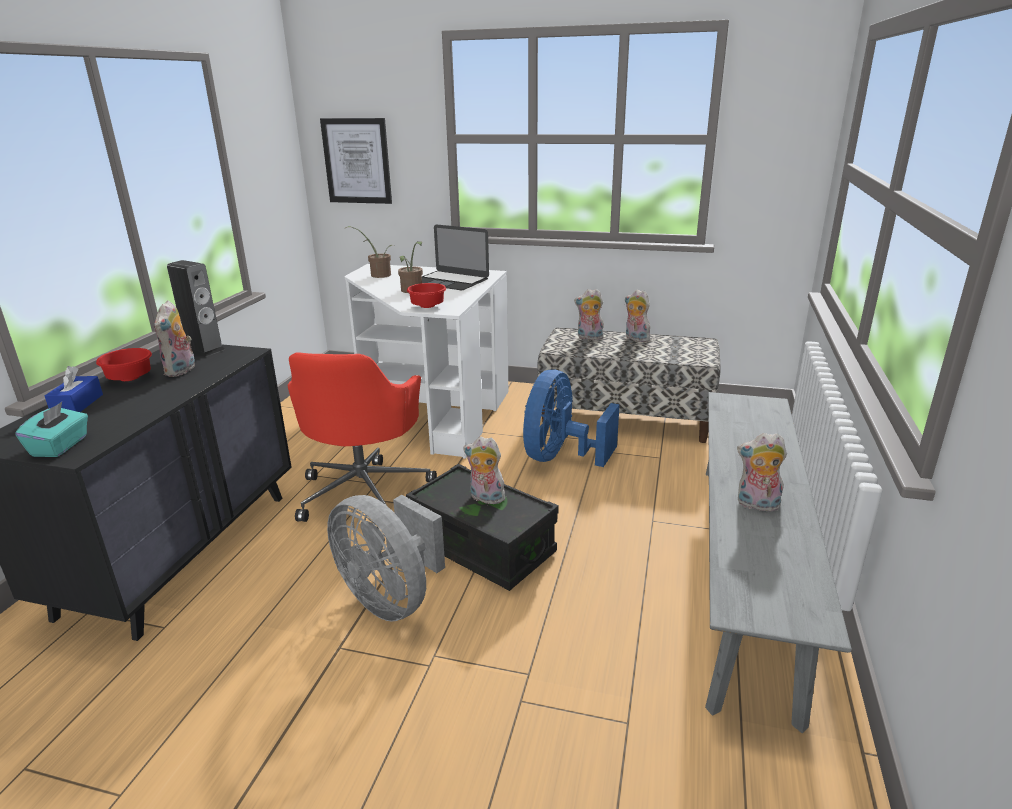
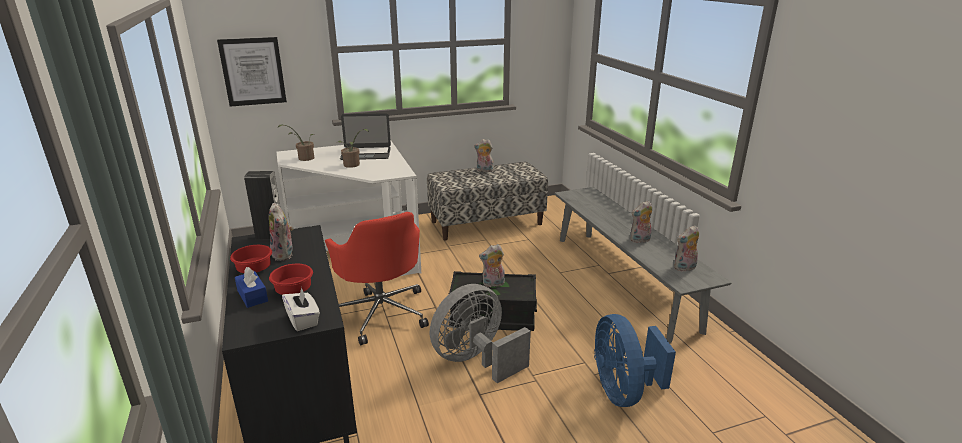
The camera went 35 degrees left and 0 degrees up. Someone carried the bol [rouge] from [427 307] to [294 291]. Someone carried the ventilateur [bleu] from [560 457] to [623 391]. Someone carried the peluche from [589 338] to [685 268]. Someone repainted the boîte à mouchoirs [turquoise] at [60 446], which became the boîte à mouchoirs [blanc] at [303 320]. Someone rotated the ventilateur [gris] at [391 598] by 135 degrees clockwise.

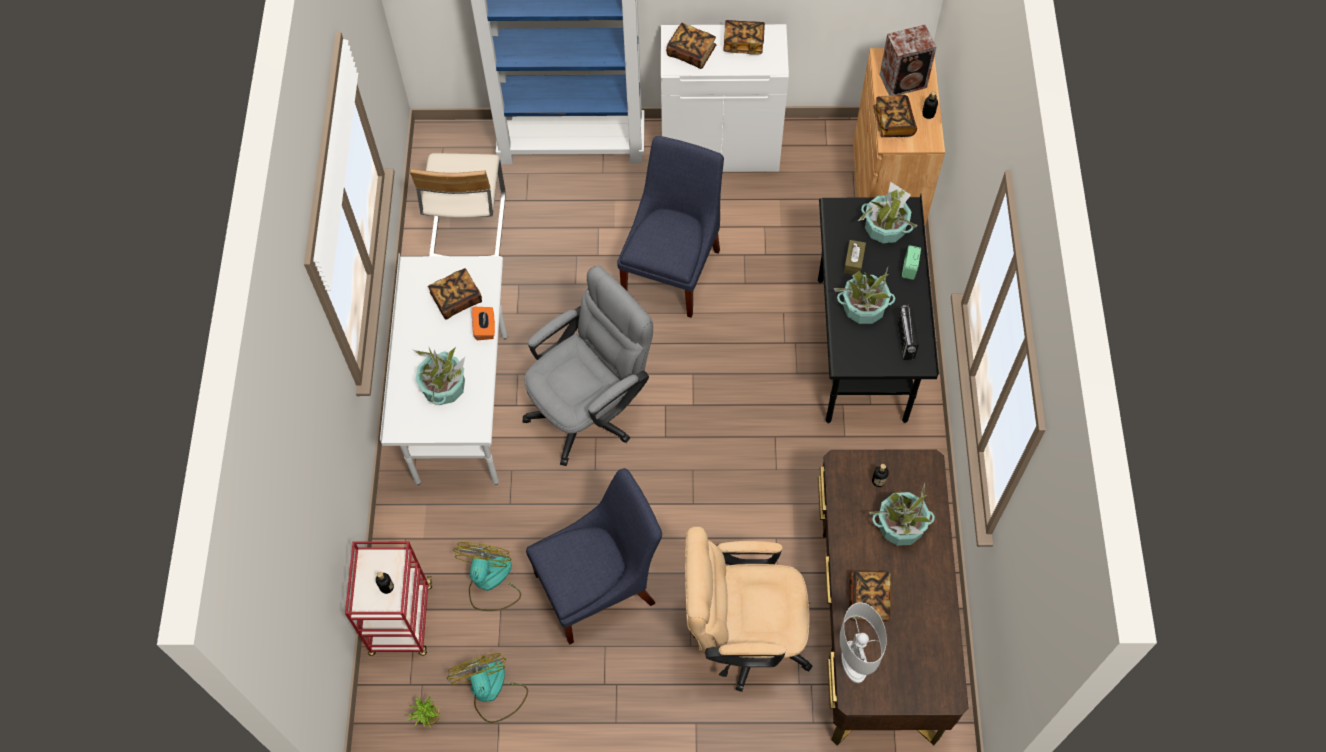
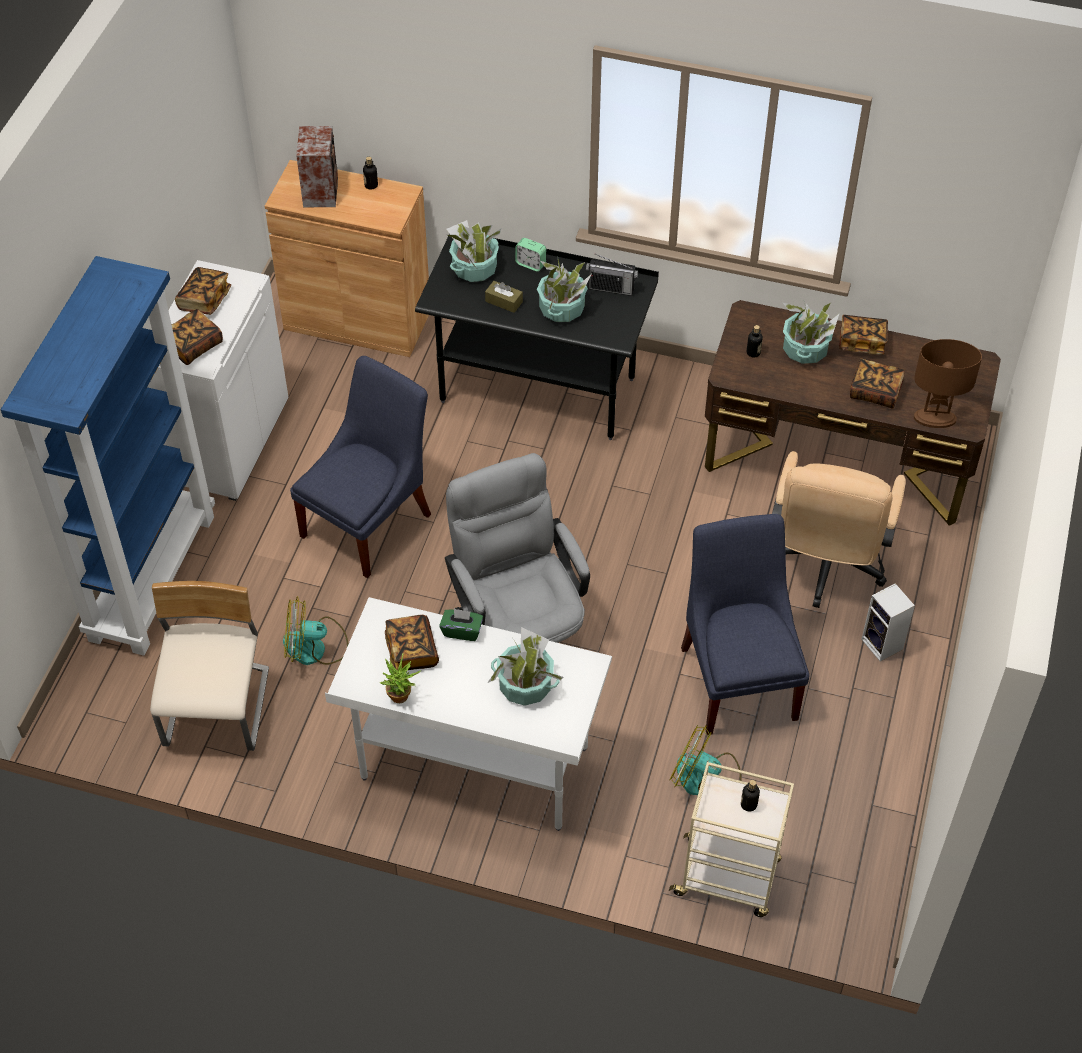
The camera went 75 degrees left and 10 degrees down. Someone put down the enceinte at [883 645]. Someone carried the plante en pot from [429 720] to [402 698]. Someone carried the ventilateur from [491 691] to [315 647]. Someone carried the livre from [893 123] to [861 342]. Someone repainted the chariot [rouge] at [402 621], which became the chariot [beige] at [728 878]. Someone repainted the boîte à mouchoirs [orange] at [485 328], which became the boîte à mouchoirs [vert] at [462 631]. Someone repainted the lampe de table [blanc] at [854 662], which became the lampe de table [marron] at [935 418]. Someone rotated the chaise [beige] at [467 226] by 105 degrees counterclockwise. Someone rotated the chaise [bleu] at [673 268] by 90 degrees clockwise.

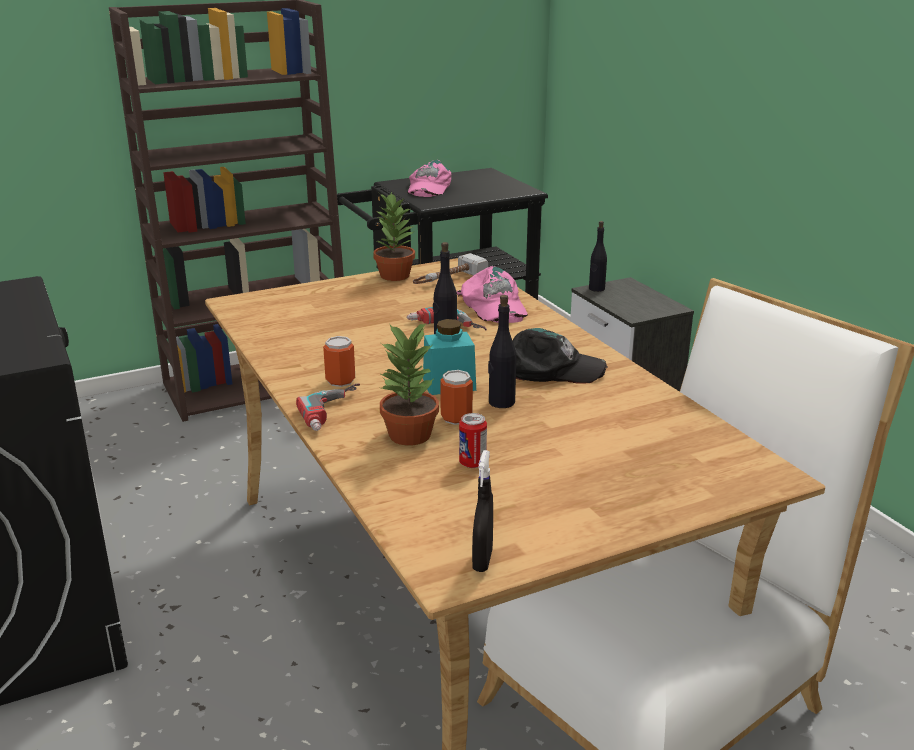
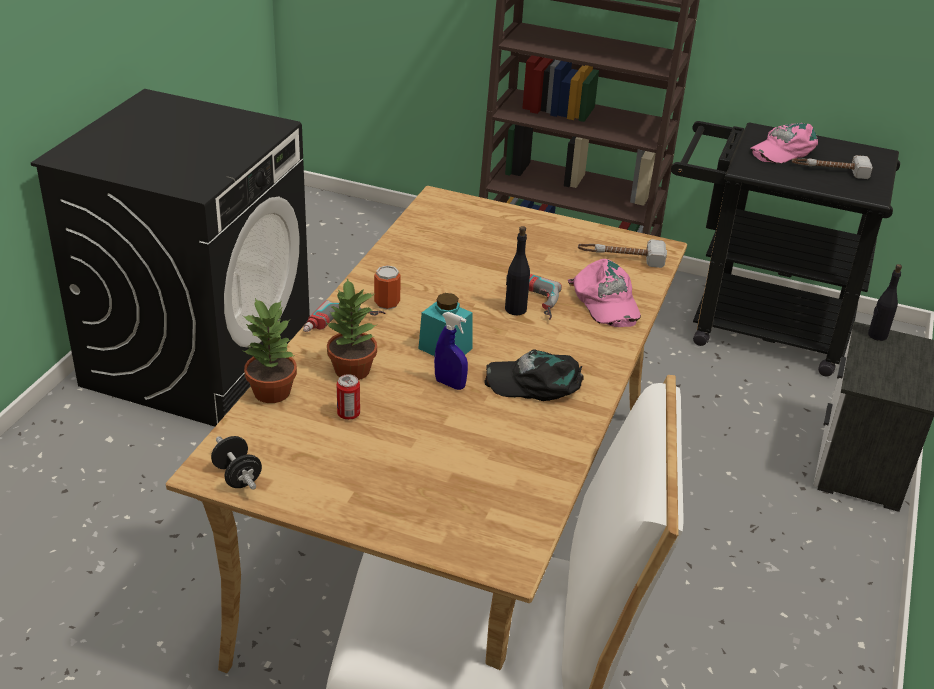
The camera went 45 degrees right and 10 degrees up. Someone took away the boîte métallique at [456 418]. Someone put down the marteau at [829 170]. Someone carried the plante en pot from [394 275] to [272 391]. Someone swapped the vaporisateur [noir] at [482 560] for the haltère [noir] at [237 476]. Someone swapped the bouteille [noir] at [501 402] for the vaporisateur [bleu] at [450 384]. Someone rotated the casquette [rose] at [493 306] by 45 degrees counterclockwise. Someone rotated the casquette [noir] at [553 370] by 135 degrees clockwise.

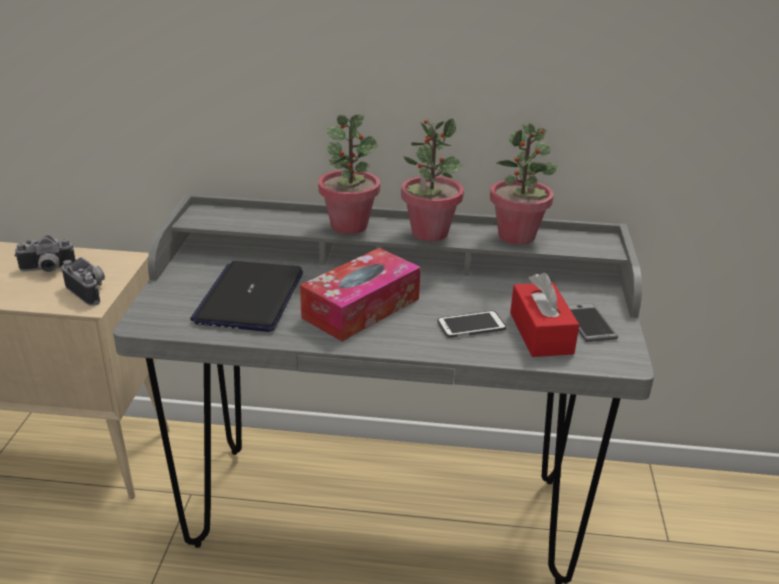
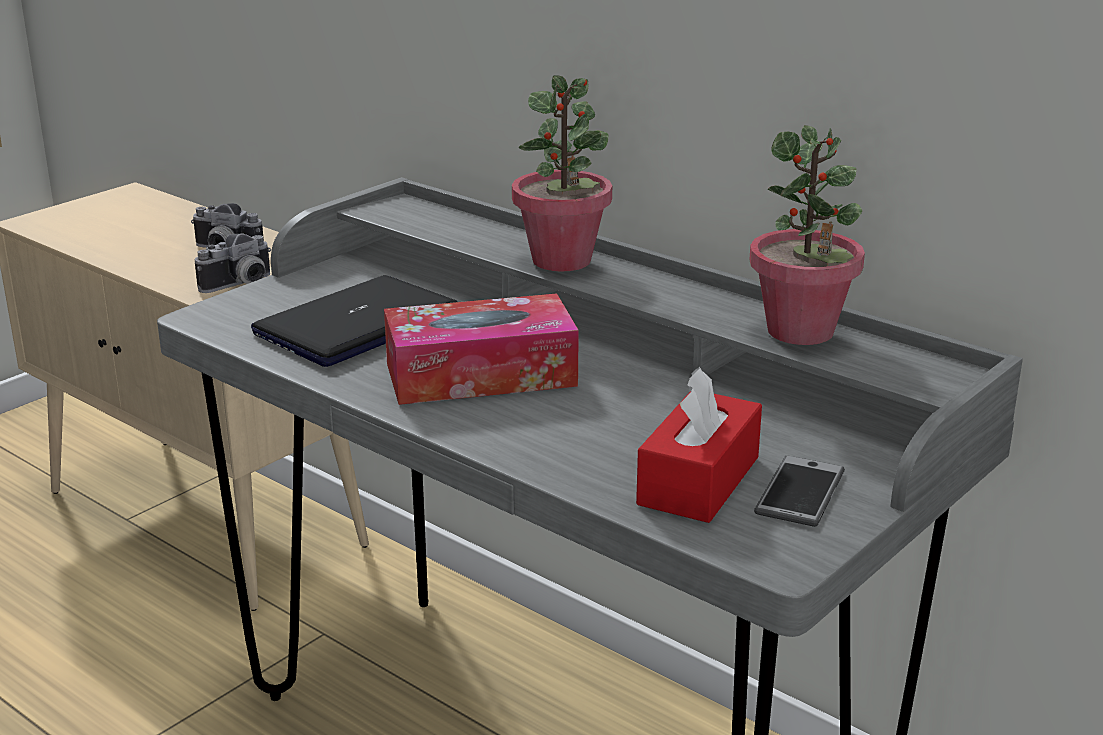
The camera went 35 degrees right and 5 degrees down. Someone took away the plante en pot at [429 233]. Someone took away the téléphone at [471 325]. Someone rotated the appareil photo at [90 291] by 60 degrees clockwise.

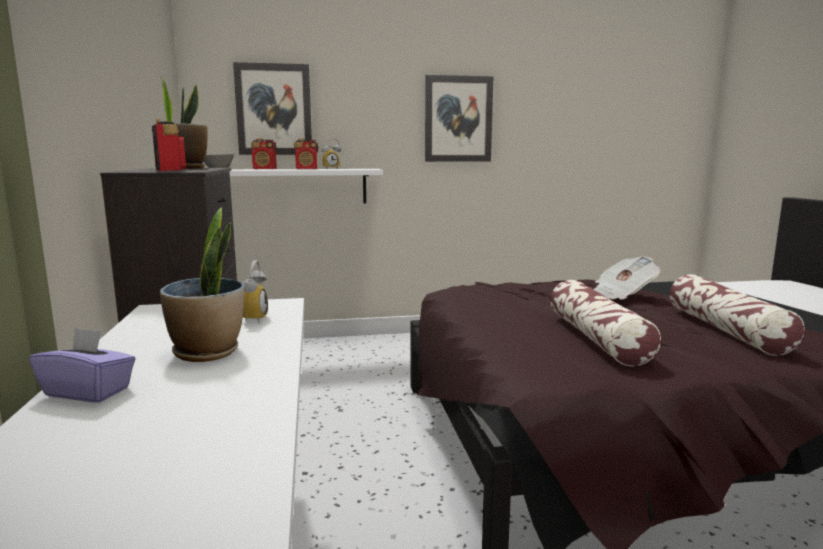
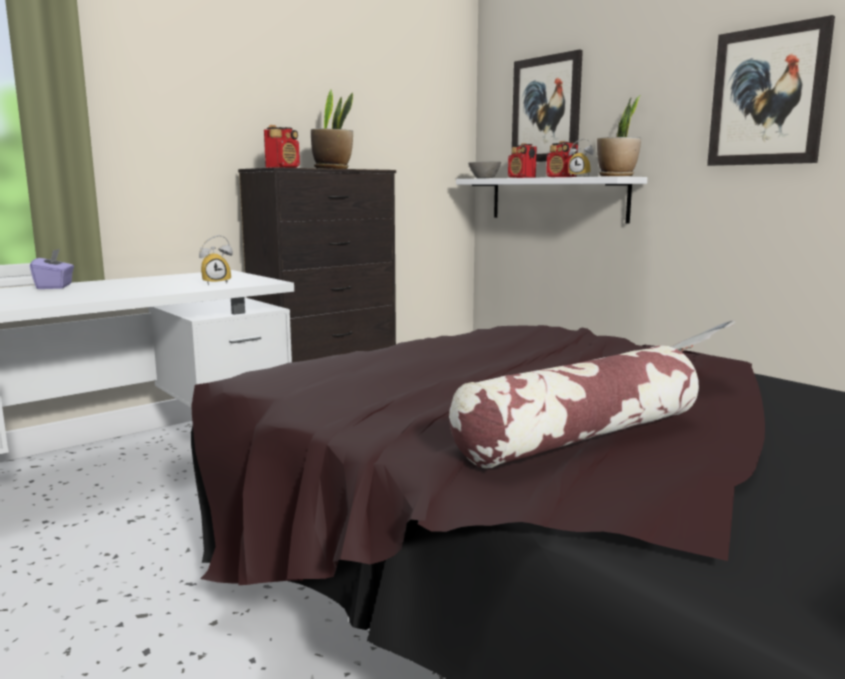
The camera went 60 degrees right and 0 degrees up. Someone took away the coussin at [597 338]. Someone carried the plante en pot from [208 352] to [617 176].

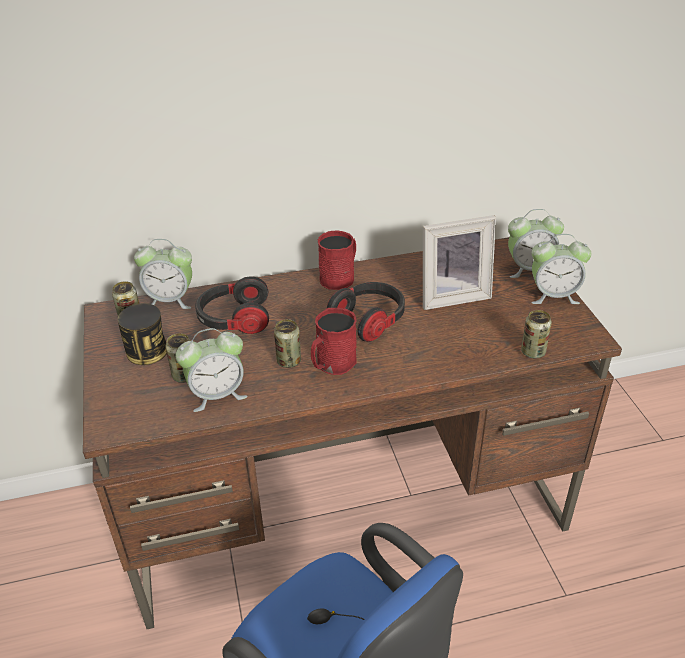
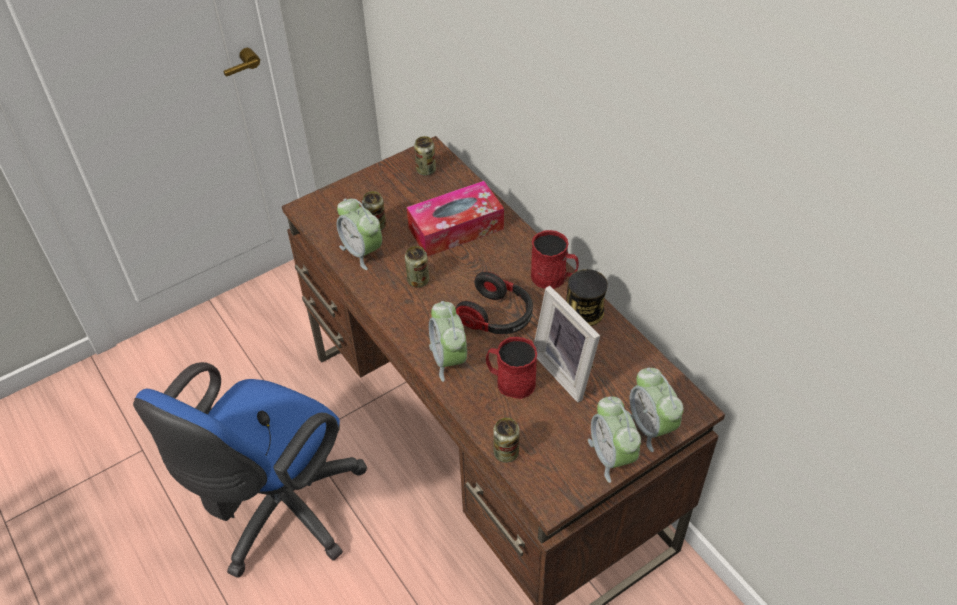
The camera went 70 degrees right and 10 degrees up. Someone carried the boîte métallique from [147 351] to [584 311]. Someone carried the réveil from [170 300] to [449 359]. Someone carried the mug [rouge] from [332 364] to [510 381]. Someone swapped the casque audio at [234 320] for the boîte à mouchoirs at [456 228].

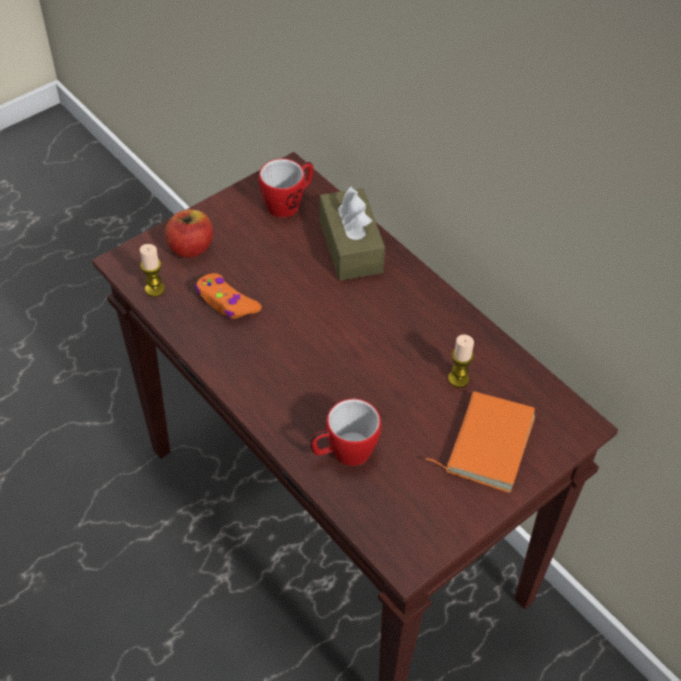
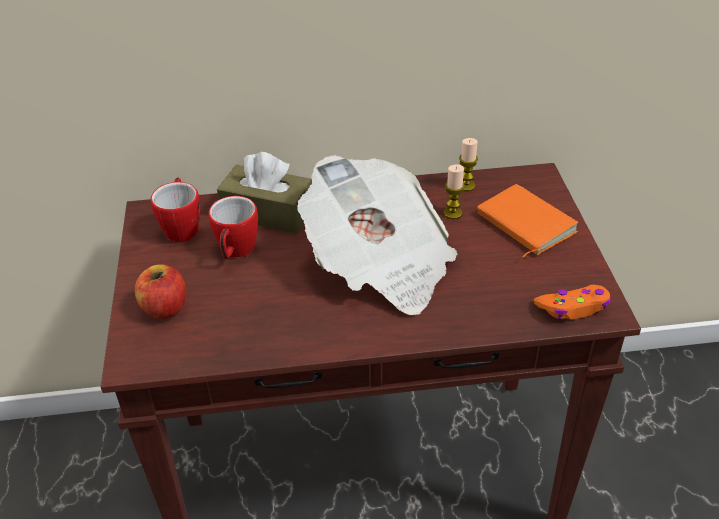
The camera went 55 degrees left and 10 degrees down. Someone put down the journal at [380 264]. Someone carried the bougie from [155 289] to [466 185]. Someone carried the manette [orange] from [226 302] to [573 308]. Someone carried the mug from [343 453] to [235 252].

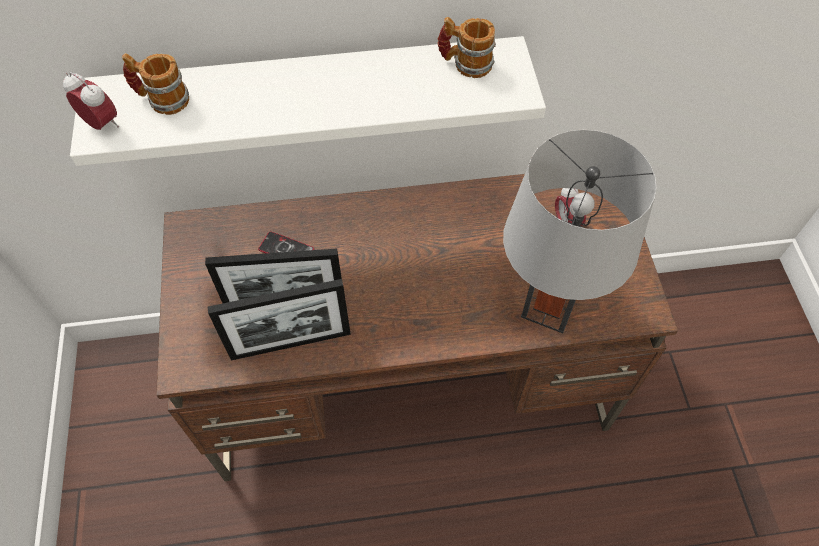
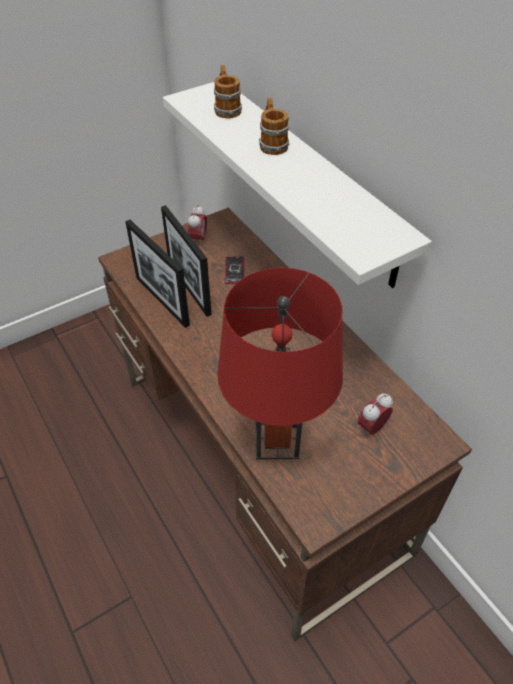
The camera went 65 degrees right and 10 degrees down. Someone carried the réveil from [102 124] to [198 239]. Someone carried the mug from [465 64] to [272 144]. Someone repainted the lampe de table [gris] at [548 306], which became the lampe de table [rouge] at [277 441].

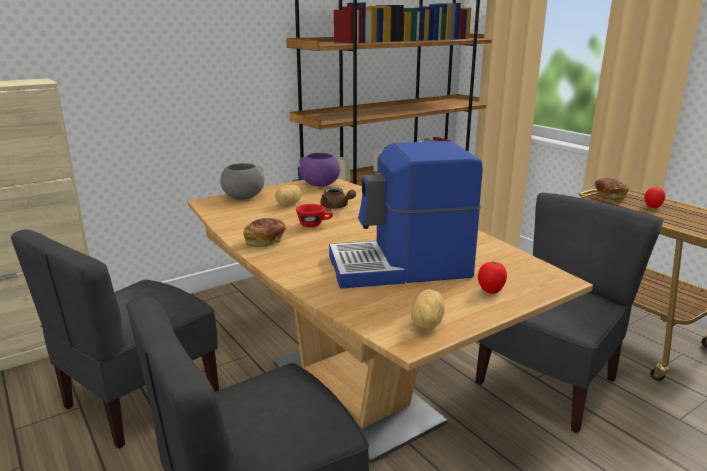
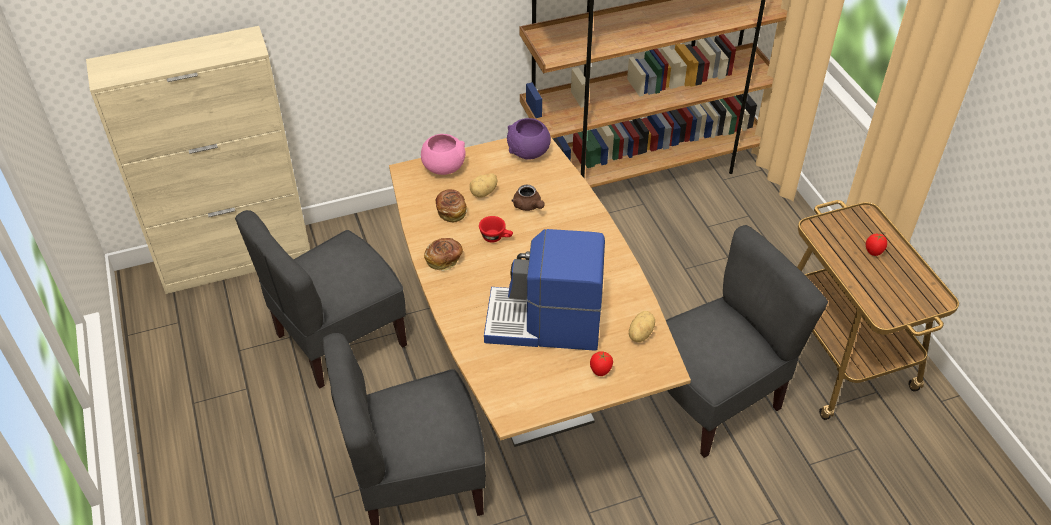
The camera went 15 degrees right and 25 degrees up. Someone carried the pomme de terre from [425 324] to [639 334]. Someone carried the pain from [609 196] to [451 211]. Someone repainted the bol [gris] at [243 197], which became the bol [rose] at [443 167].

